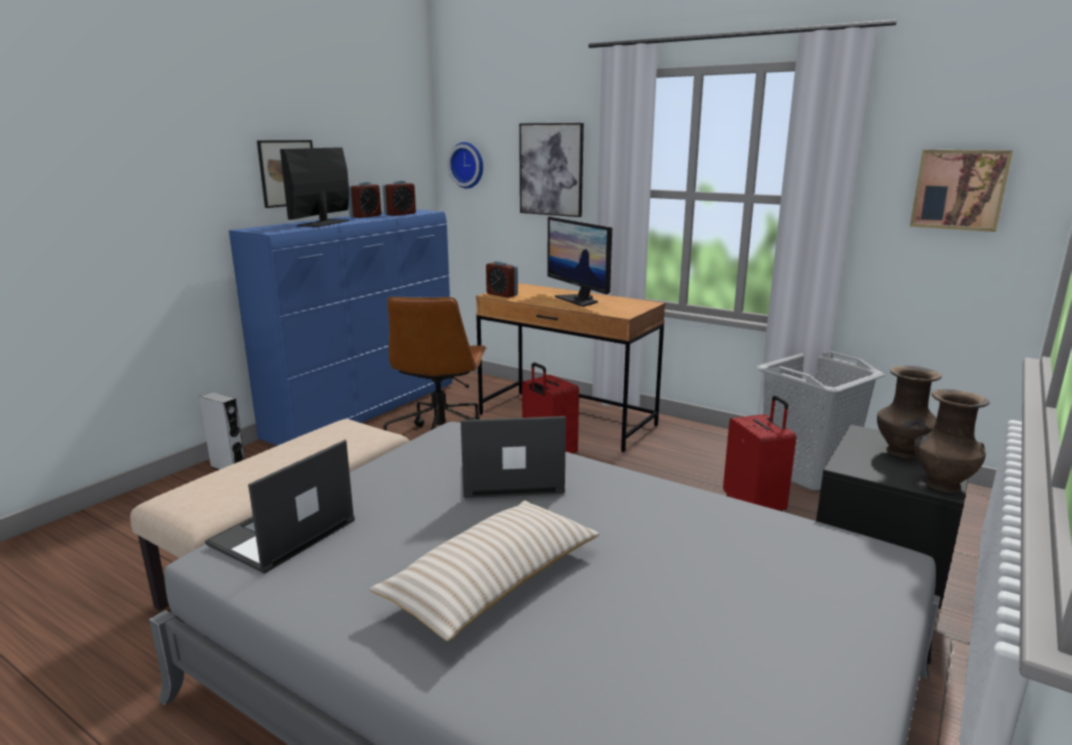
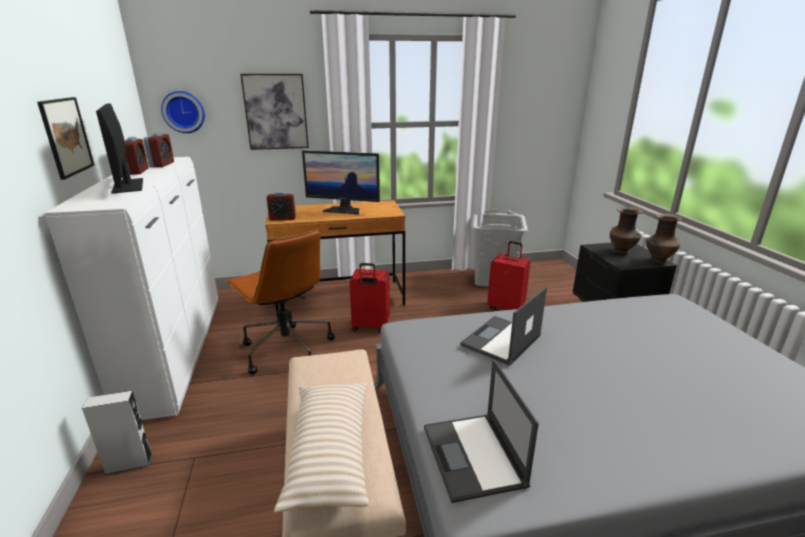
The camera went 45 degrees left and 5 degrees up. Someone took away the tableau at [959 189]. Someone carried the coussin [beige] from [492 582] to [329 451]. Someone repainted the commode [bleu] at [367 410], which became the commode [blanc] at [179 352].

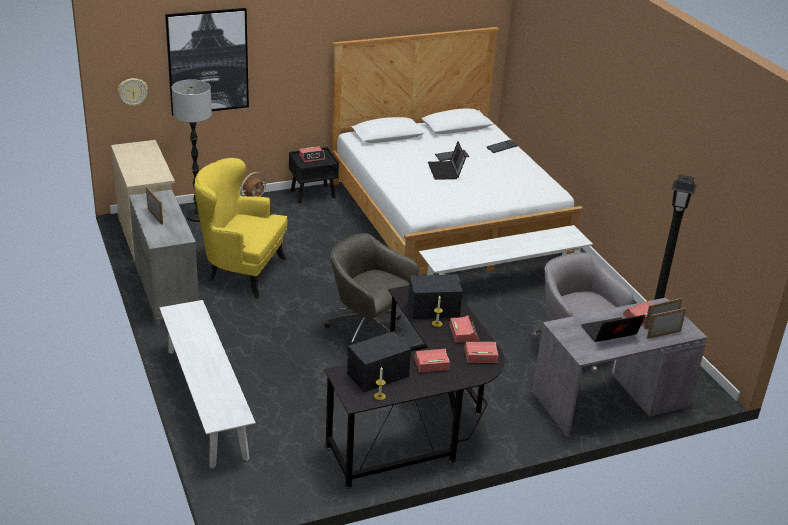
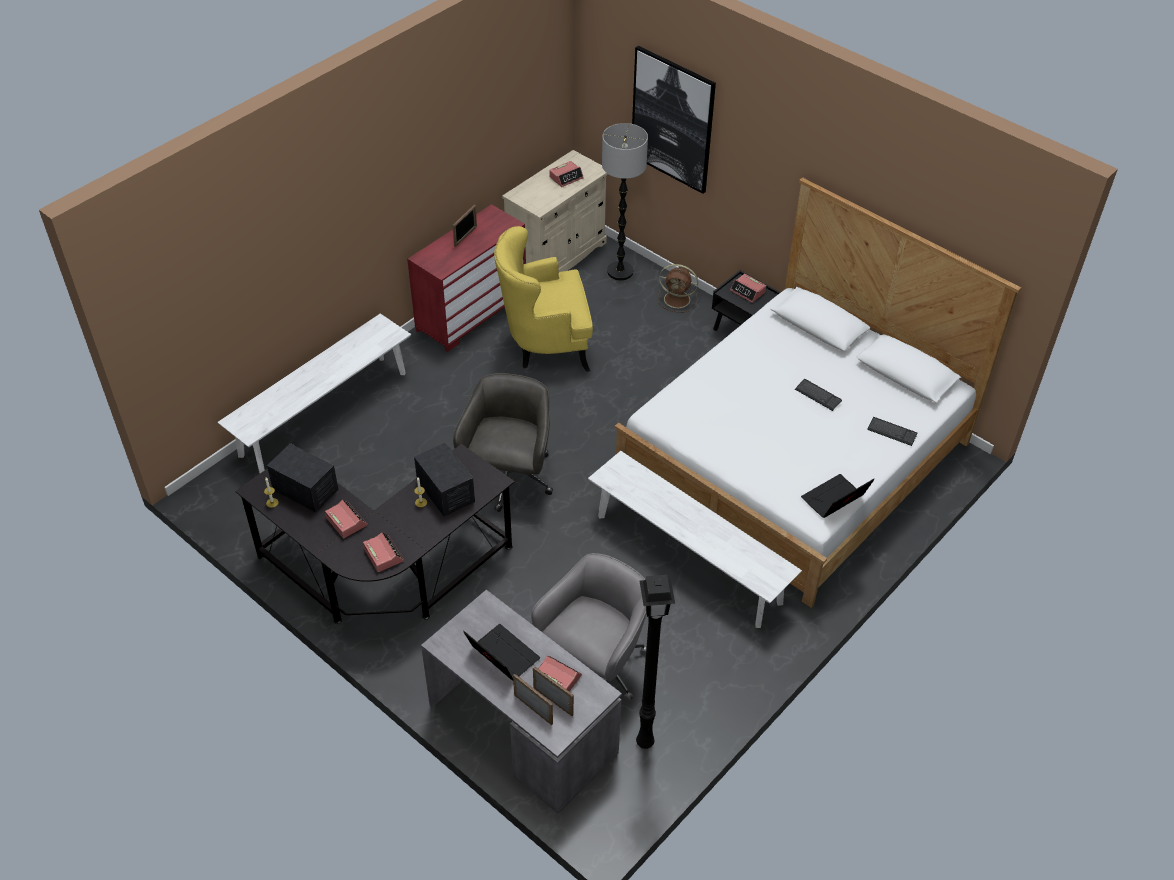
The camera went 65 degrees right and 15 degrees up. Someone took away the horloge murale at [132 92]. Someone carried the ordinateur portable from [446 171] to [834 500]. Someone carried the réveil from [463 333] to [566 177]. Someone repainted the commode [gris] at [165 292], which became the commode [rouge] at [471 312]. Someone rotated the fauteuil [jaune] at [241 271] by 90 degrees counterclockwise.

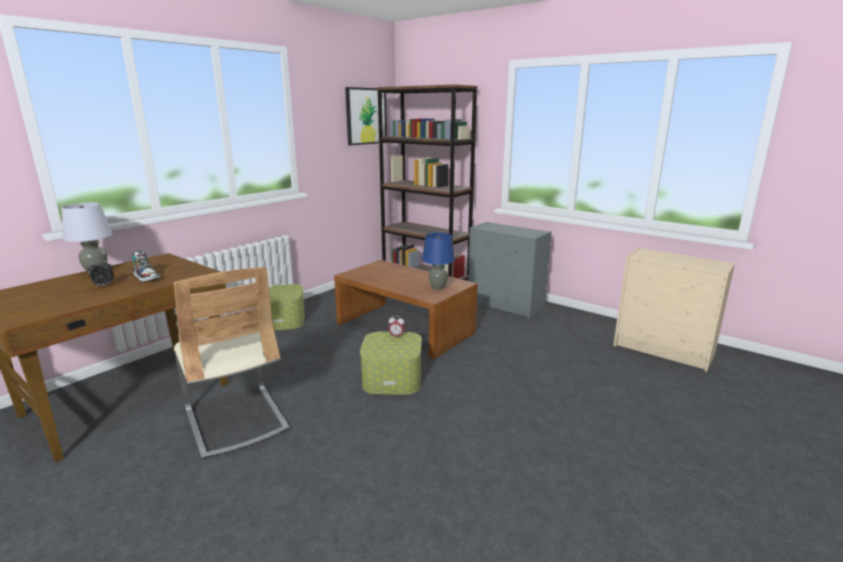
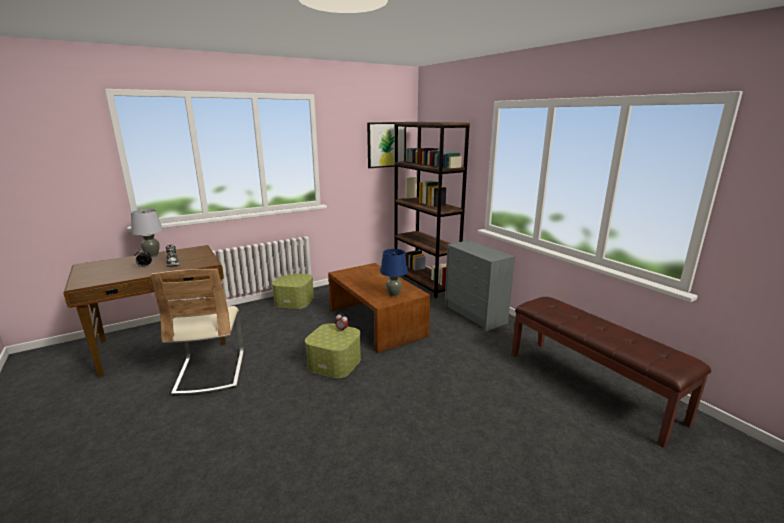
The camera went 20 degrees right and 0 degrees up. Someone swapped the commode [beige] at [664 351] for the banc [marron] at [591 385].

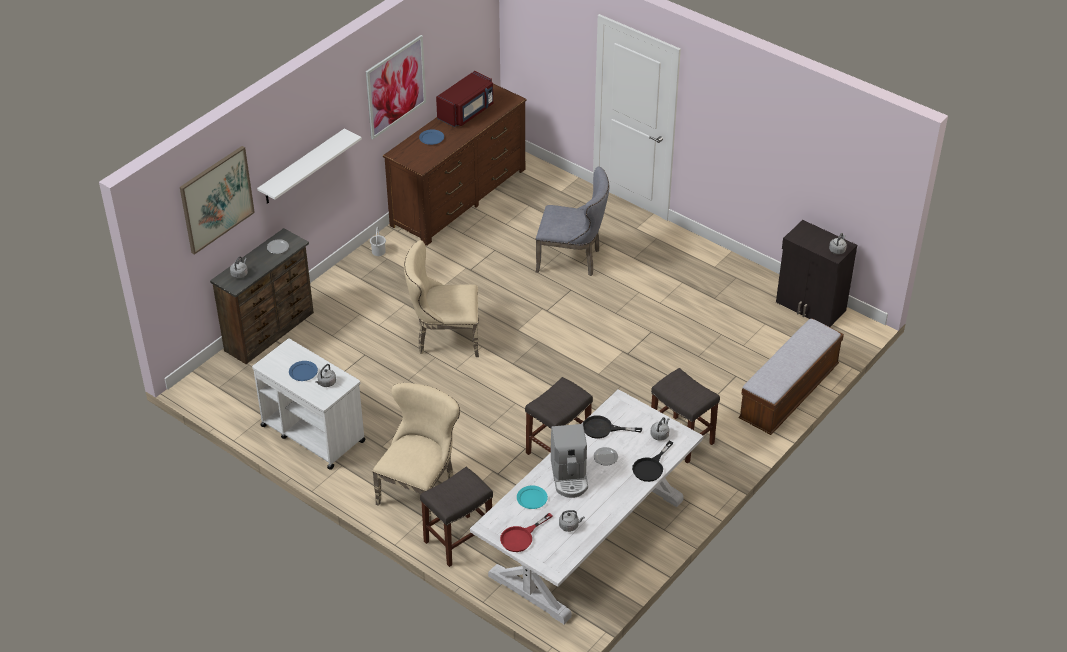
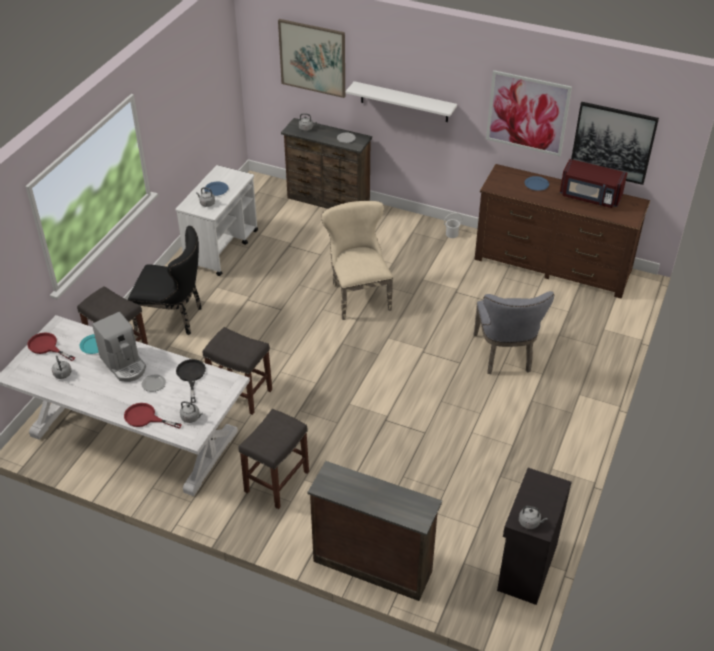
The camera went 75 degrees right and 0 degrees up. Someone put up the tableau at [613 142]. Someone swapped the banc at [788 394] for the commode [marron] at [372 564]. Someone repainted the chaise [beige] at [420 488], which became the chaise [noir] at [174 318]. Someone repainted the poêle [noir] at [651 467], which became the poêle [rouge] at [145 418]. Someone rotated the machine à café at [569 477] by 105 degrees counterclockwise.

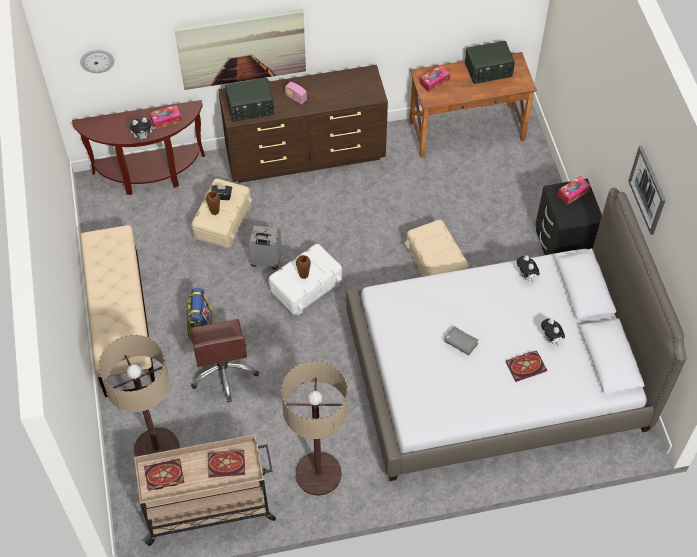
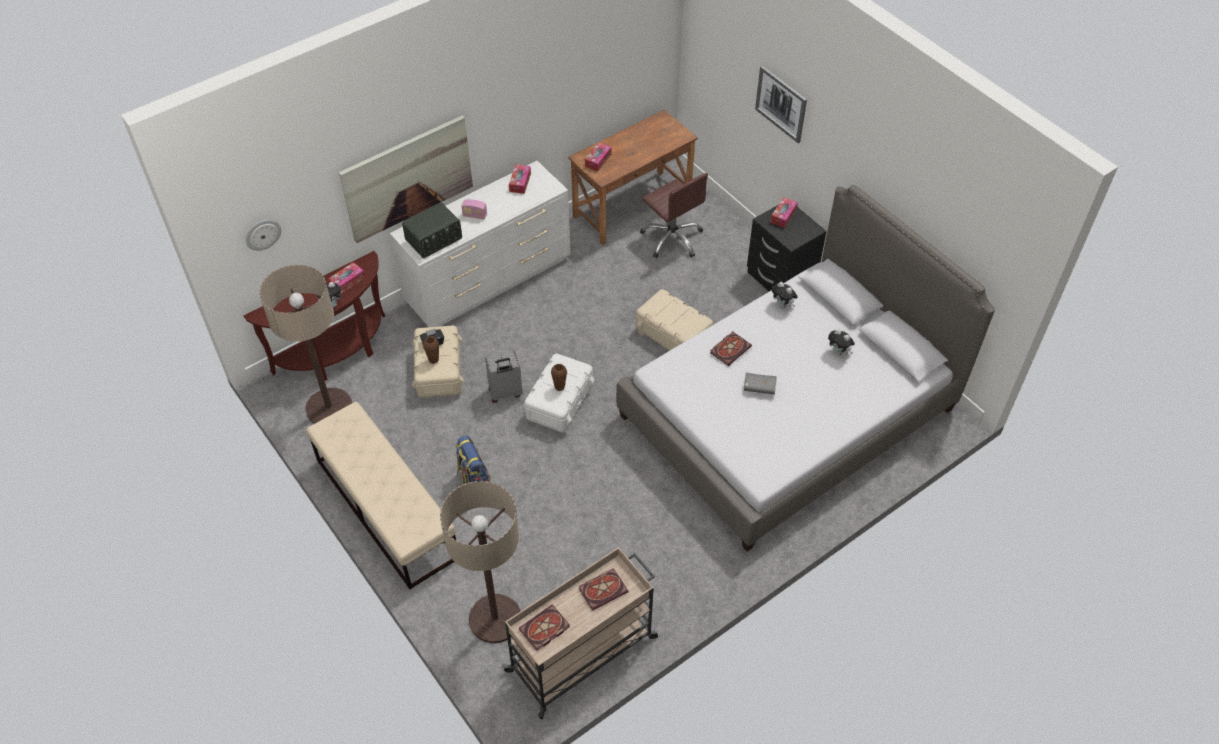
The camera went 25 degrees left and 5 degrees down. Someone took away the radio at [488 71]. Someone put down the boîte à mouchoirs at [520 182]. Someone carried the chaise de bureau [marron] from [224 372] to [672 238]. Someone carried the lampadaire from [318 474] to [329 408]. Someone carried the livre from [526 366] to [730 349]. Someone carried the tableau from [647 190] to [781 104]. Someone repainted the commode [marron] at [306 155], which became the commode [blanc] at [489 281].

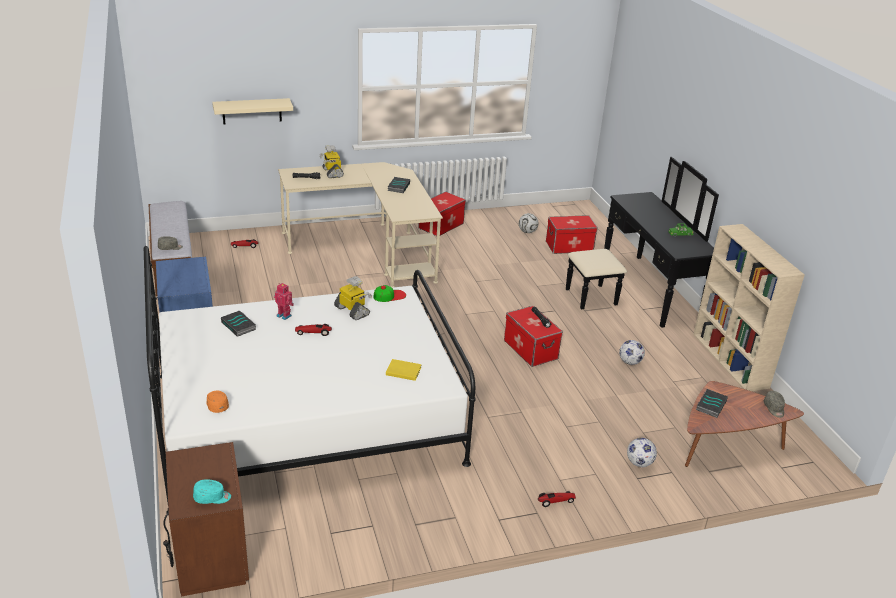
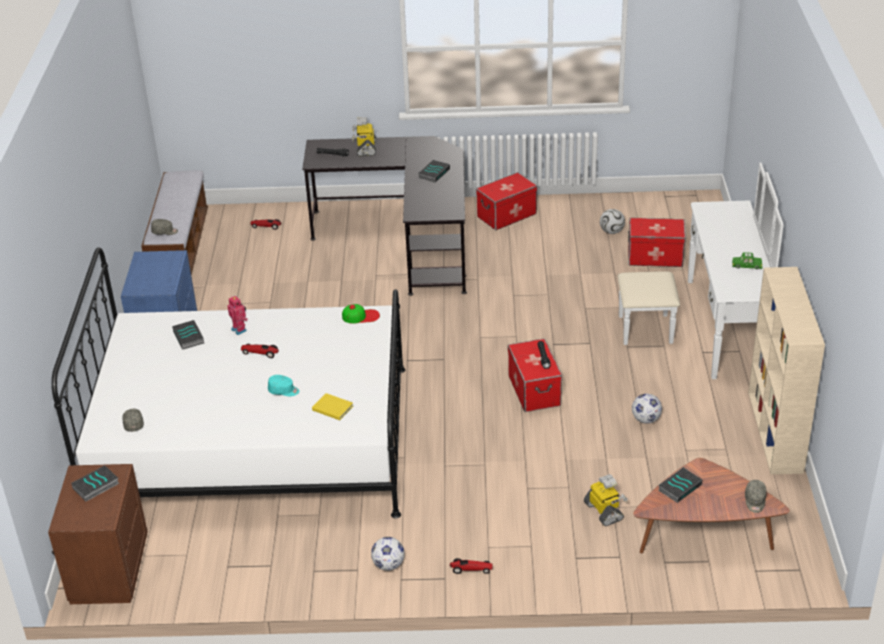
The camera went 20 degrees right and 5 degrees up. Someone took away the étagère [beige] at [252 111]. Someone put down the livre at [95 486]. Someone carried the casquette [turquoise] from [212 497] to [283 391]. Someone carried the robot jouet from [352 311] to [604 511]. Someone carried the ballon de foot from [639 463] to [388 565]. Someone repainted the casquette [orange] at [216 405], which became the casquette [gris] at [133 423]. Someone repainted the bureau [beige] at [368 248], which became the bureau [noir] at [405 240]. Someone repainted the commode [noir] at [636 292], which became the commode [blanc] at [708 328].

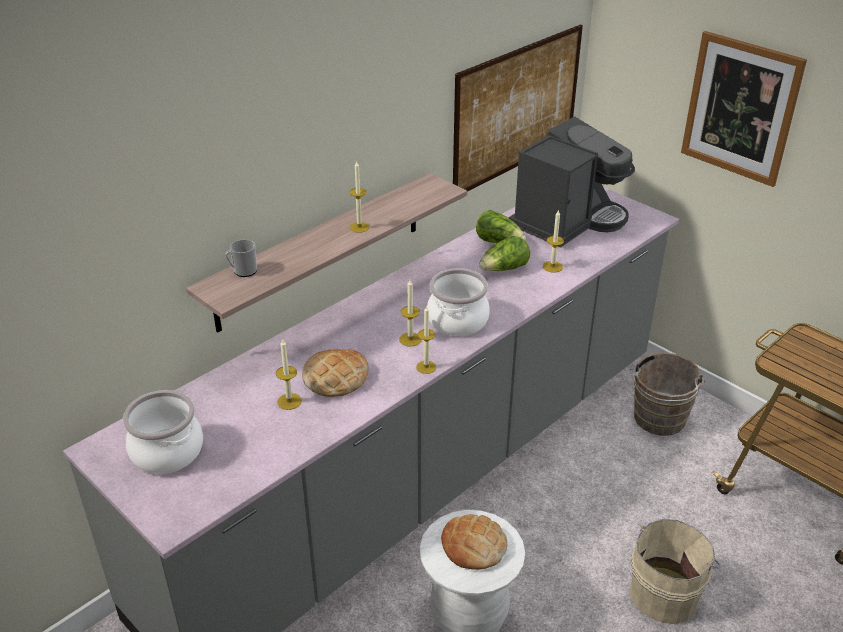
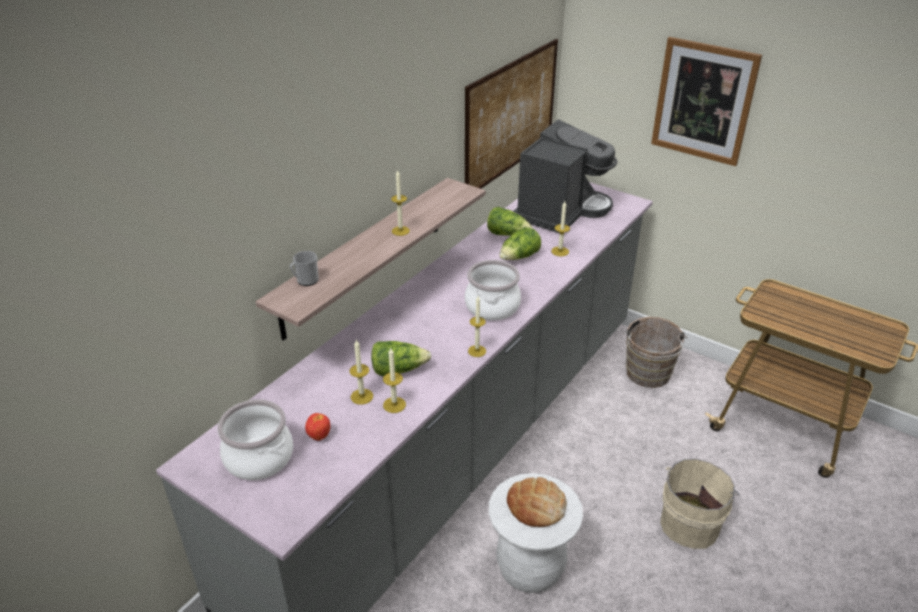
The camera went 10 degrees left and 0 degrees up. Someone put down the pomme at [319 436]. Someone carried the bougie from [410 339] to [394 405]. Someone swapped the pain at [335 377] for the laitue at [398 370].

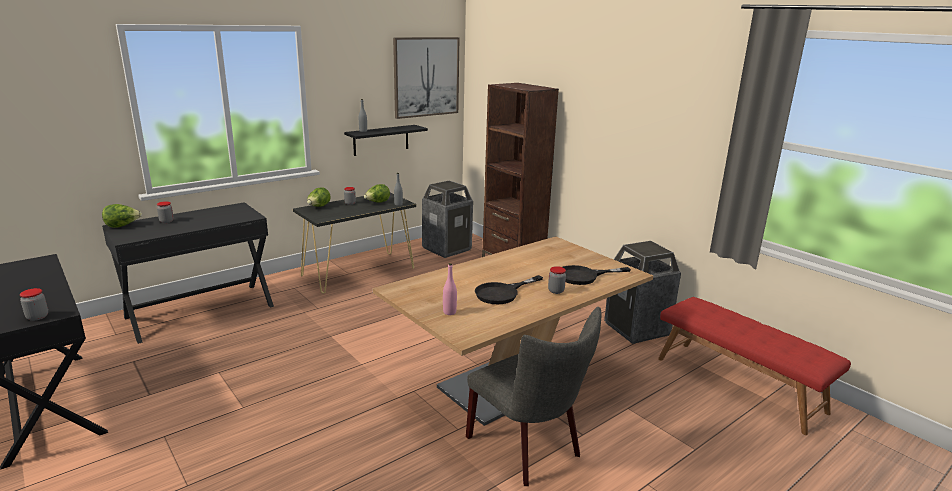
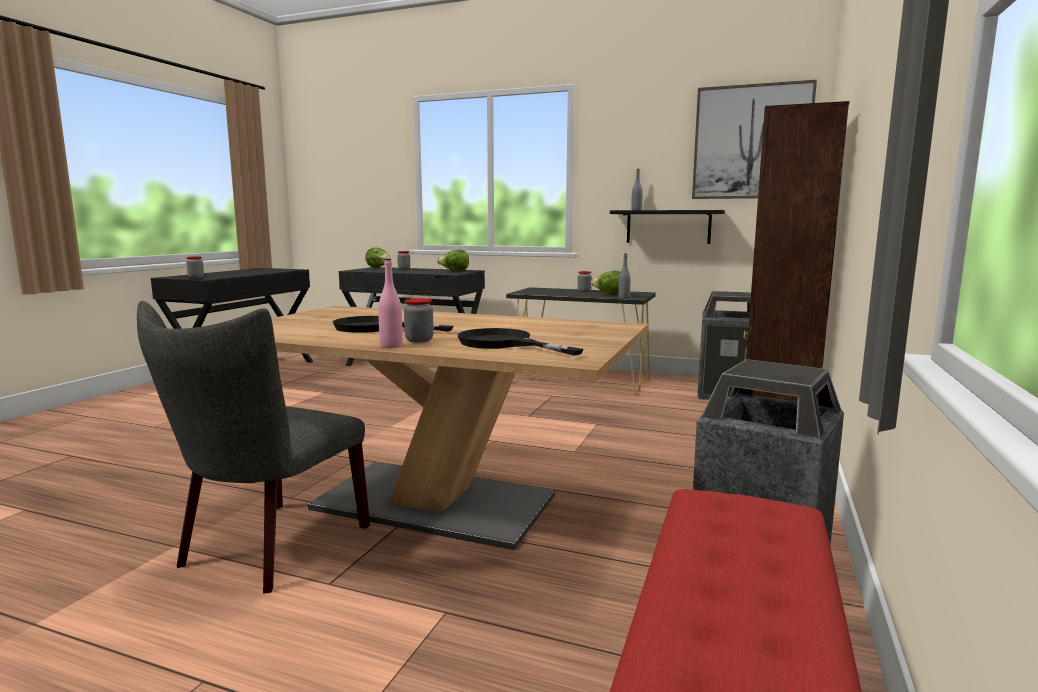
The camera went 60 degrees right and 10 degrees down. Someone carried the laitue from [318 207] to [454 271]. Someone carried the bouteille [rose] from [449 312] to [391 346].

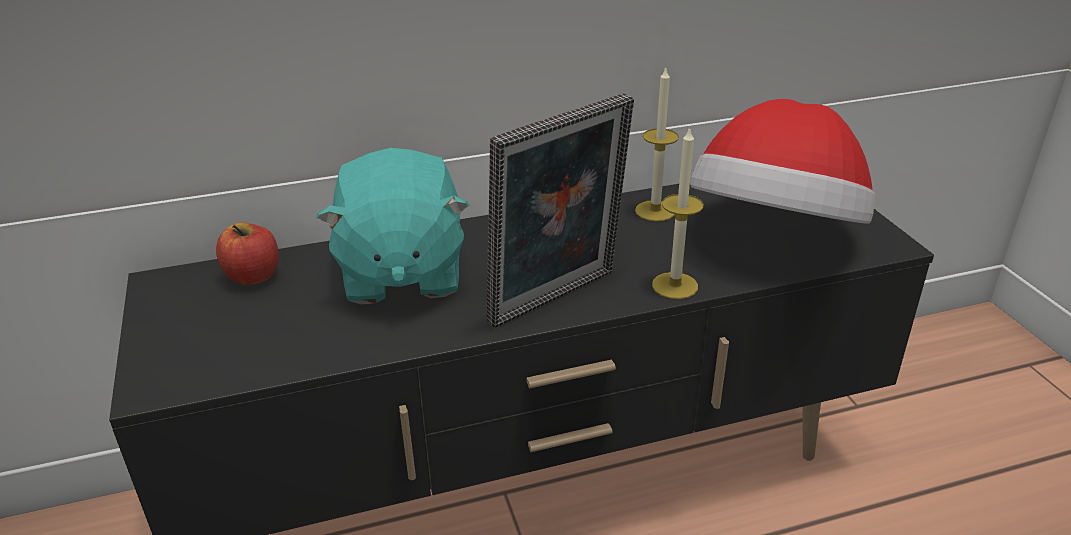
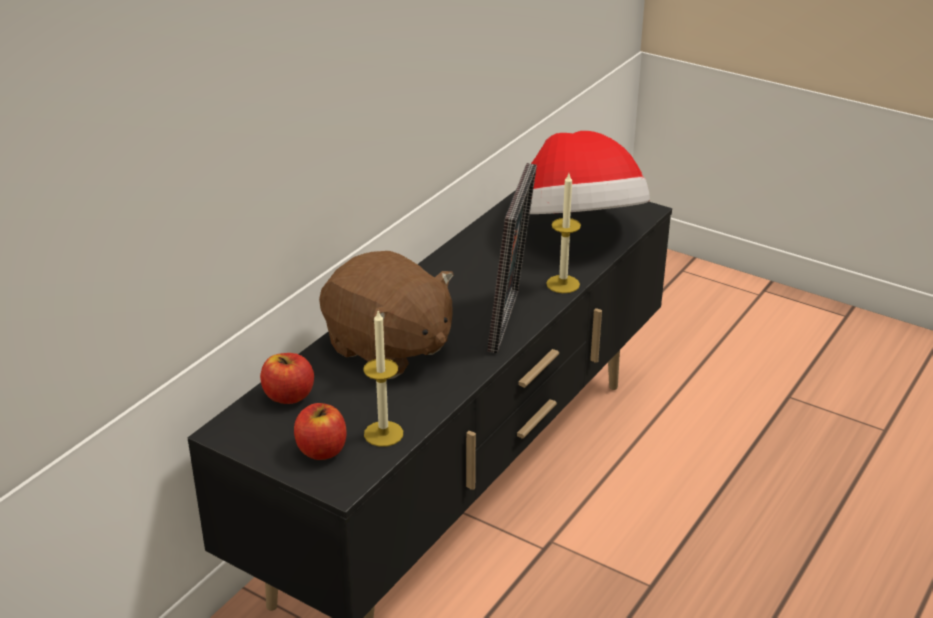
The camera went 40 degrees left and 0 degrees up. Someone put down the pomme at [321 450]. Someone carried the bougie from [655 211] to [383 434]. Someone repainted the peluche [turquoise] at [401 273], which became the peluche [marron] at [388 349].

